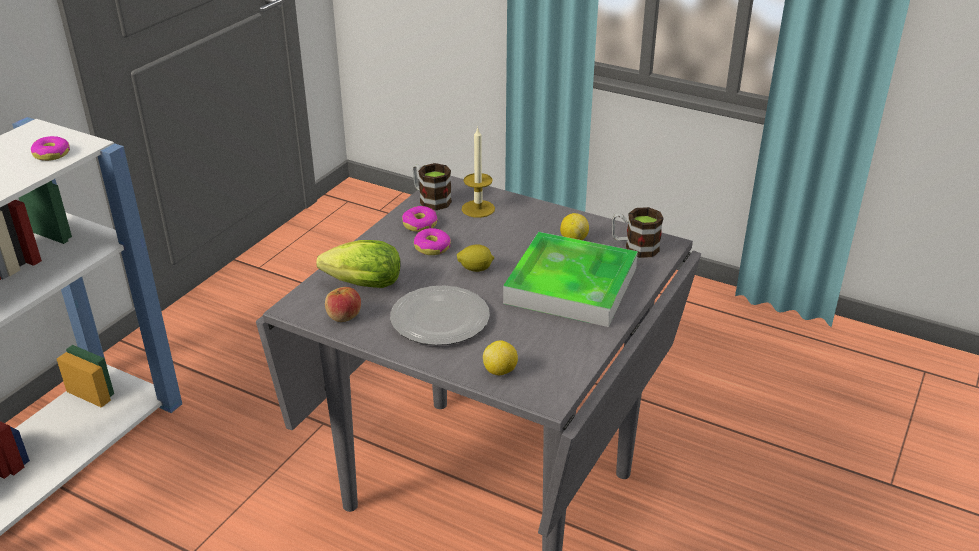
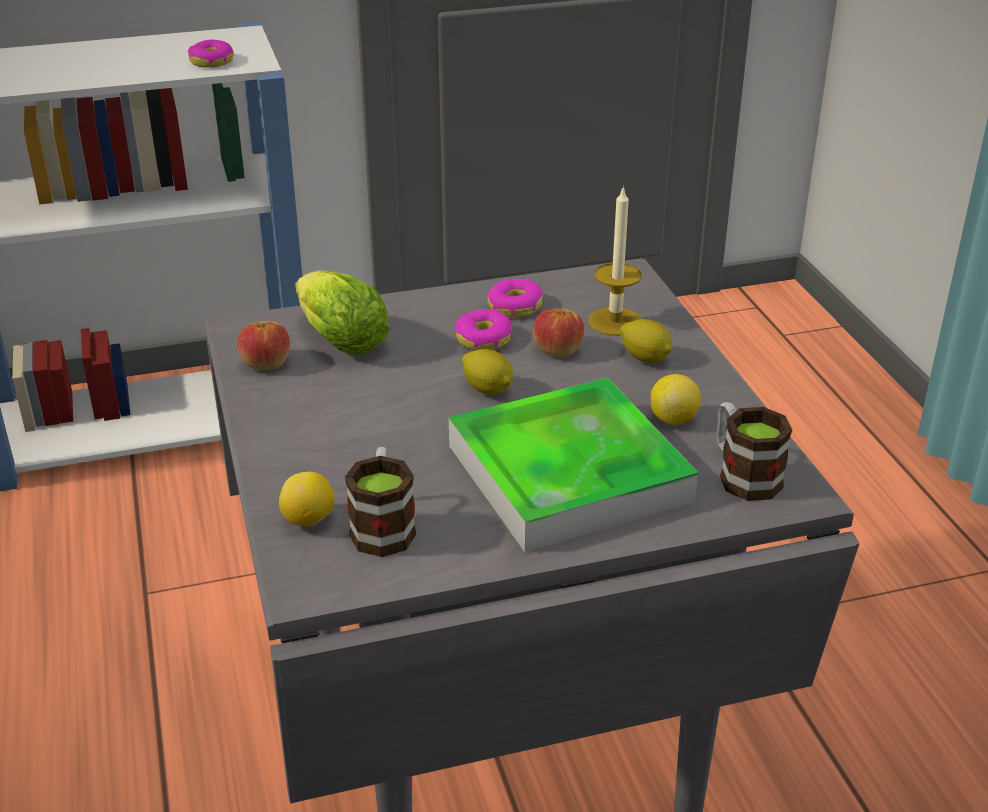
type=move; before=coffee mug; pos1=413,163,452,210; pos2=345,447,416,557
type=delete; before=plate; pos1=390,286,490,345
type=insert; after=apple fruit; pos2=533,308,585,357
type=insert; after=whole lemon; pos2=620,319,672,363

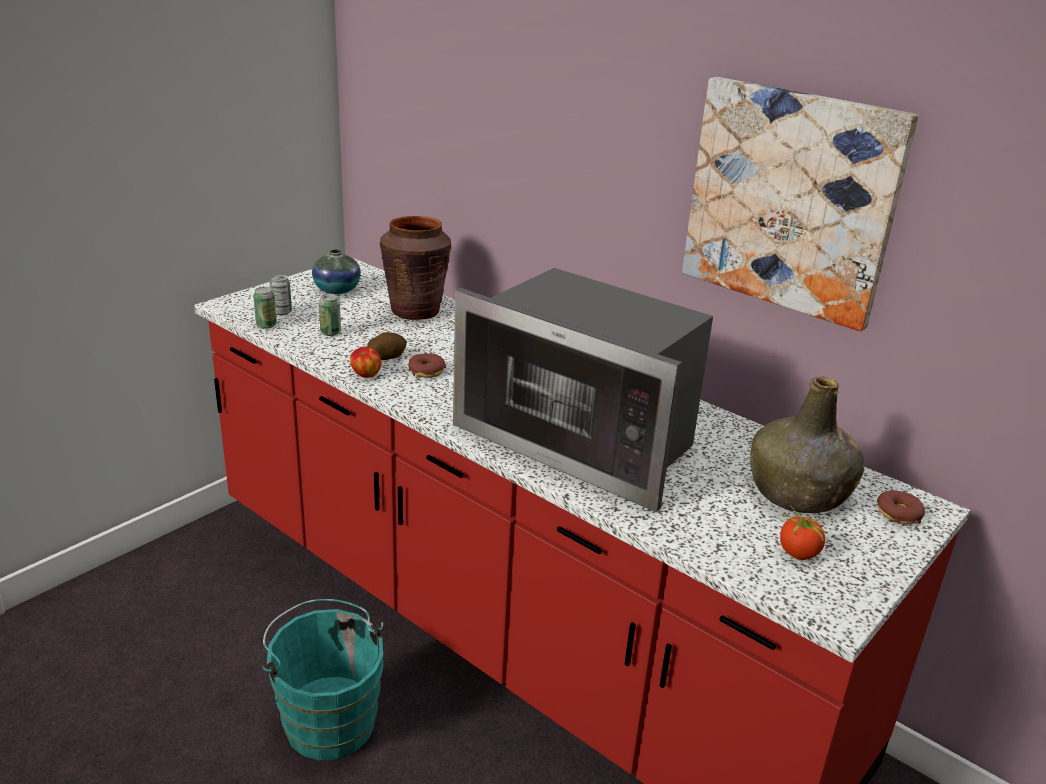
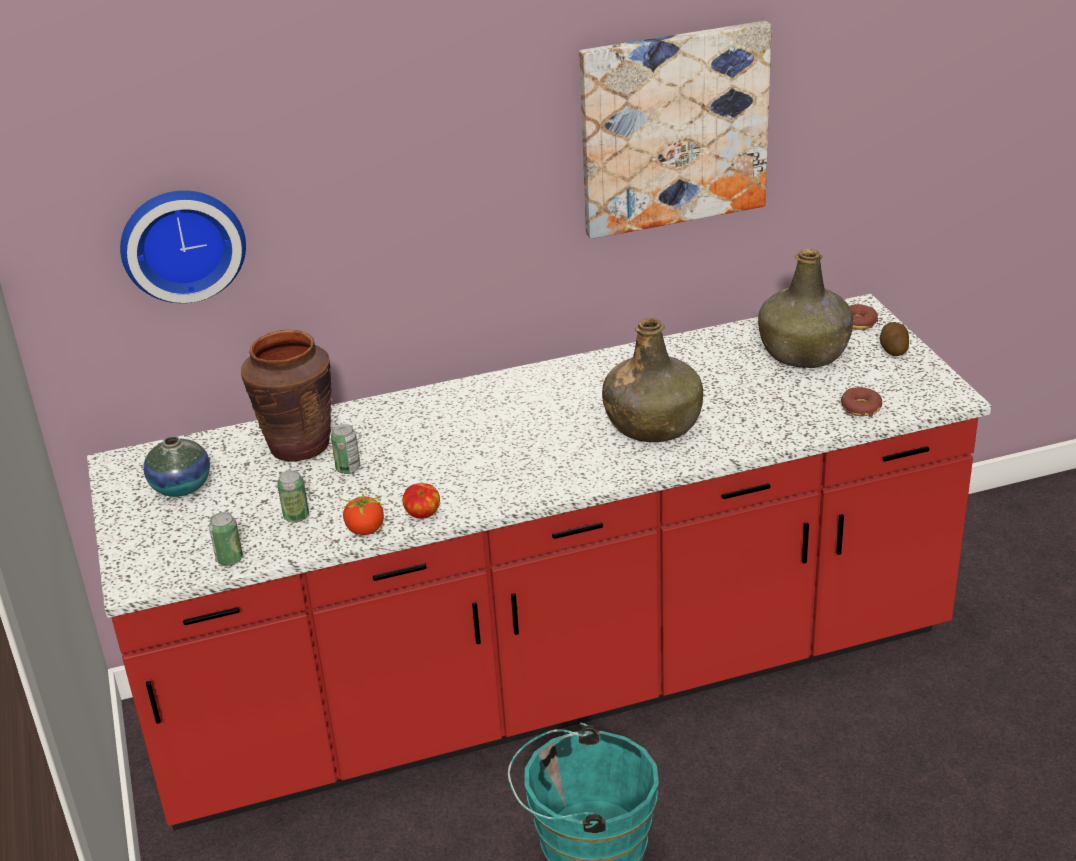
type=replace; before=microwave; after=bottle in greenish; pos1=453,268,713,512; pos2=602,318,703,442
type=move; before=sealed can; pos1=270,275,292,315; pos2=331,424,360,474
type=move; before=whole potato; pos1=367,332,407,360; pos2=880,322,909,356
type=move; before=ring doughnut; pos1=408,353,446,378; pos2=841,387,882,417
type=move; before=tomato; pos1=780,506,828,560; pos2=339,494,384,535
type=insert; after=clock on the wall; pos2=120,190,246,303

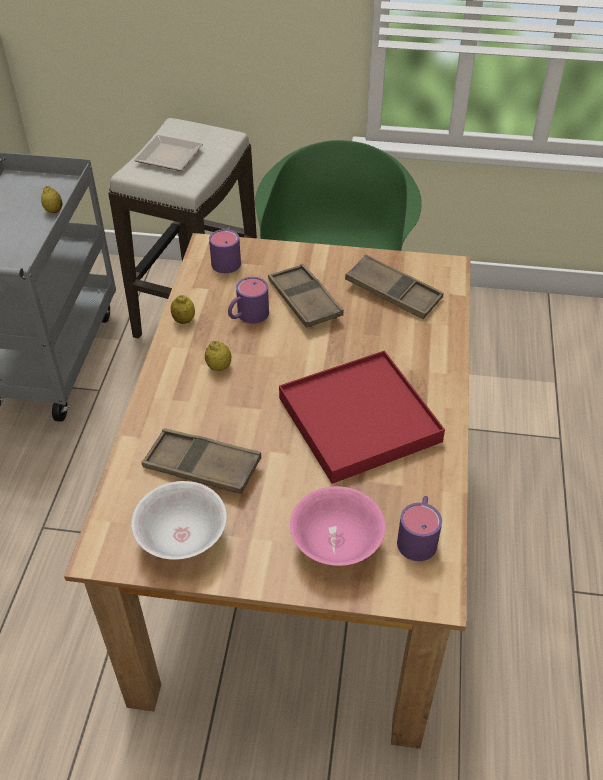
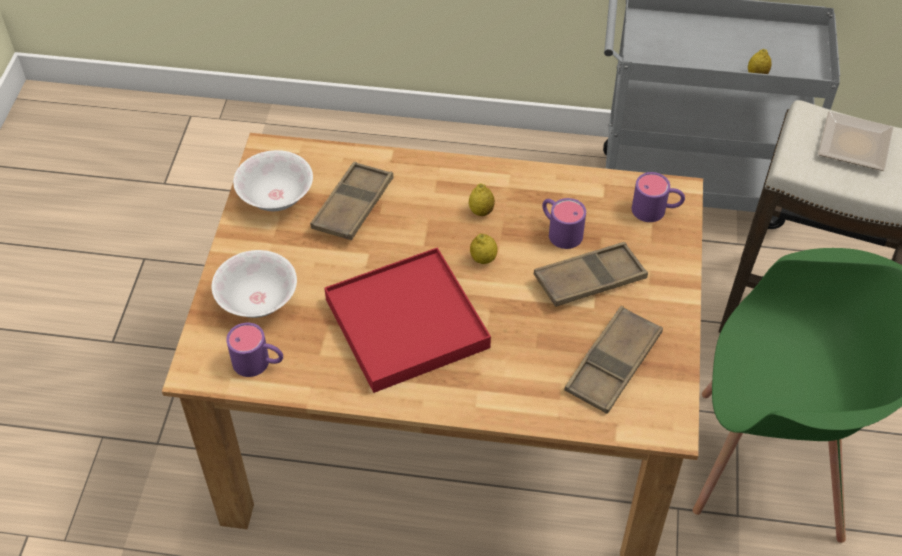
type=move; before=whole lemon; pos1=171,295,195,324; pos2=470,233,498,264
type=recolor; before=serving bowl in pink-coloured; after=serving bowl in white; pos1=290,486,385,566; pos2=212,250,297,318

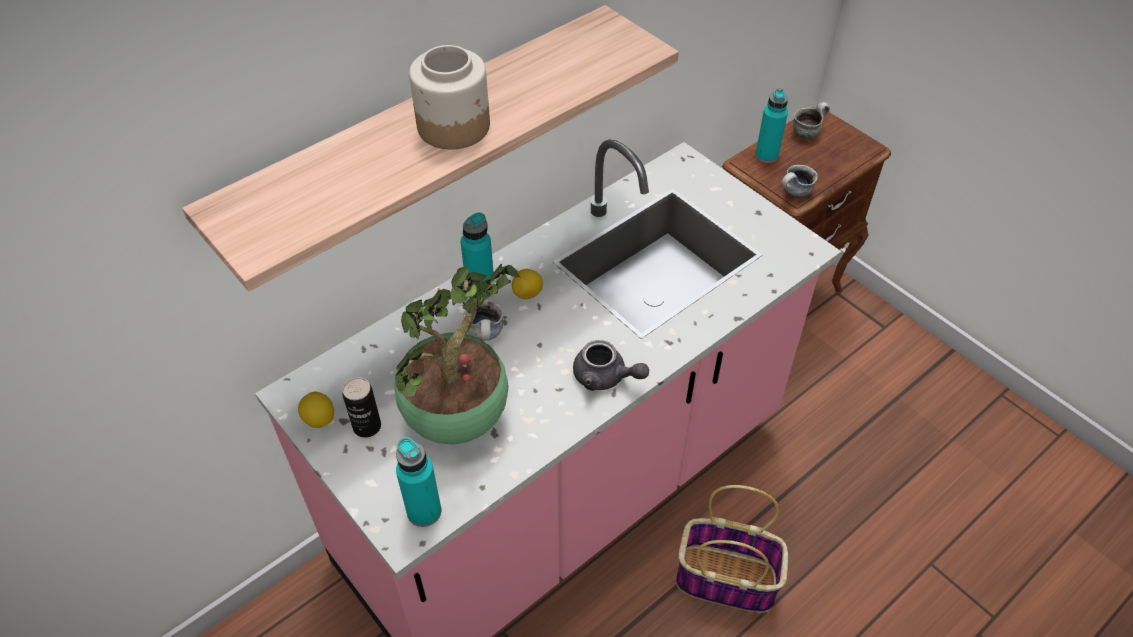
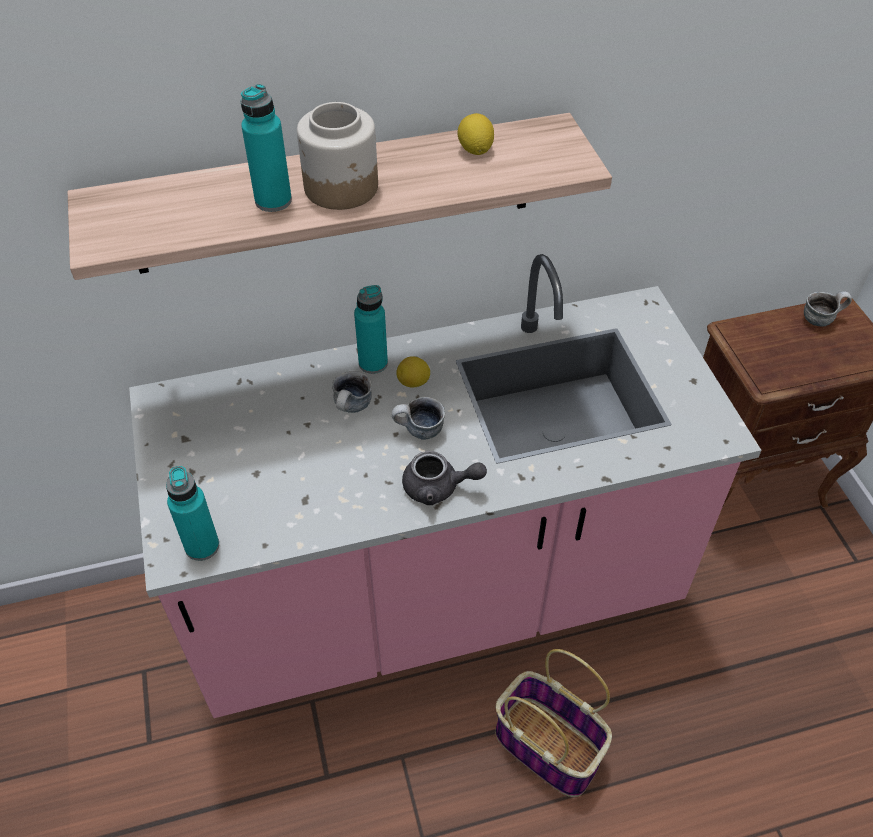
type=move; before=bottle in turquoise; pos1=755,88,788,163; pos2=241,84,292,212
type=move; before=coffee mug; pos1=782,165,817,197; pos2=392,397,445,440
type=delete; before=potted plant; pos1=394,264,520,445
type=rotate; before=pot for tea in greyish; pos1=573,340,649,391; pos2=402,451,487,505; turn=-45
type=delete; before=sealed can; pos1=343,377,381,438
type=move; before=whole lemon; pos1=298,391,334,428; pos2=458,113,494,155

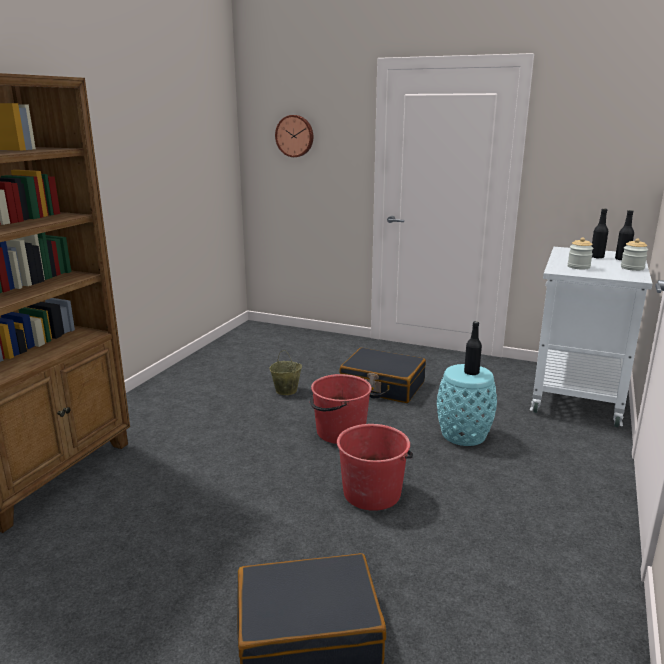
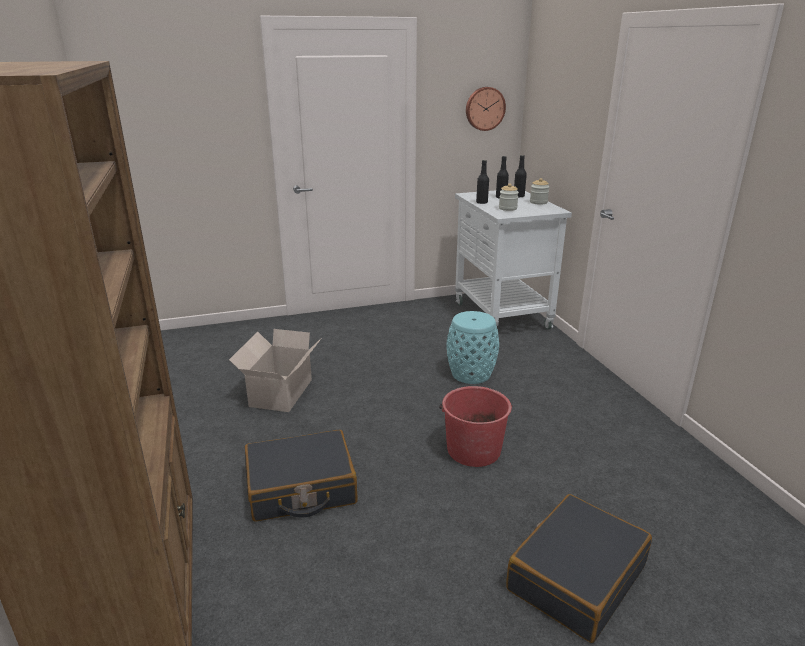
type=move; before=clock on the wall; pos1=275,115,313,157; pos2=466,87,506,131
type=move; before=bottle in black; pos1=464,321,482,375; pos2=476,160,489,204
type=move; before=suitcase in black; pos1=339,347,426,403; pos2=245,430,358,522
type=replace; before=pail in beige-coloured; after=packing box; pos1=270,350,302,395; pos2=229,329,322,412
type=delete; before=pail in red; pos1=310,374,372,444

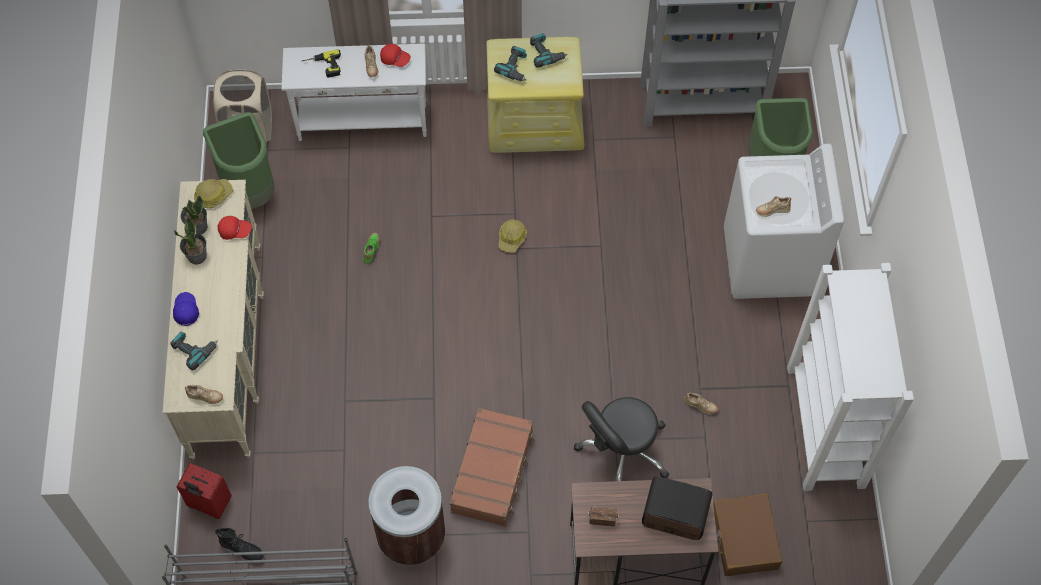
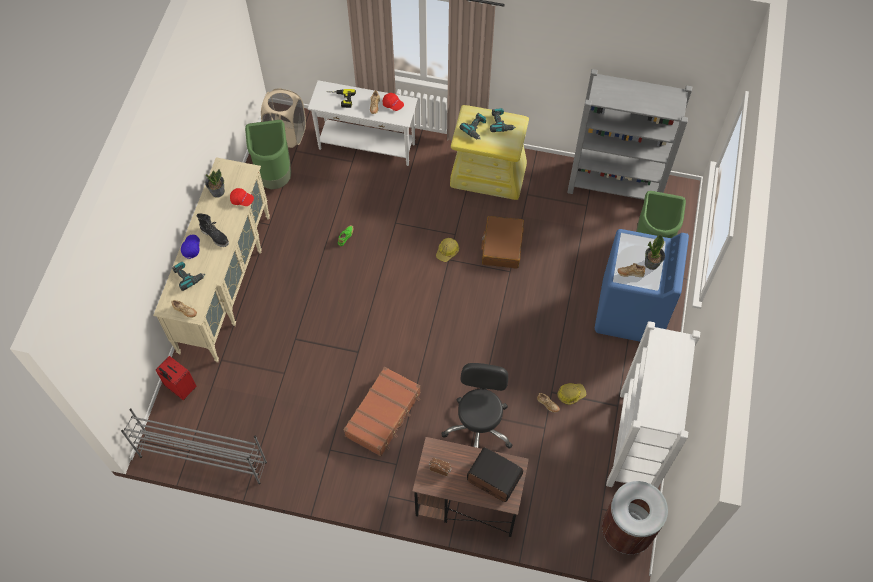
type=recolor; before=laundry appliance in white; after=laundry appliance in blue-coloured; pos1=724,144,844,299; pos2=595,229,689,342
type=move; before=safety helmet; pos1=194,179,233,208; pos2=557,383,586,405
type=move; before=potted plant; pos1=174,217,207,264; pos2=645,234,665,270
type=rotate; before=office chair in black; pos1=574,397,669,481; pos2=442,363,513,449; turn=120
type=move; before=trash can in brown; pos1=369,466,445,565; pos2=602,481,668,554
type=move; before=suitcase in brown; pos1=713,494,782,576; pos2=481,216,524,269
type=move; before=high-top boot in black; pos1=215,528,265,564; pos2=197,213,229,247

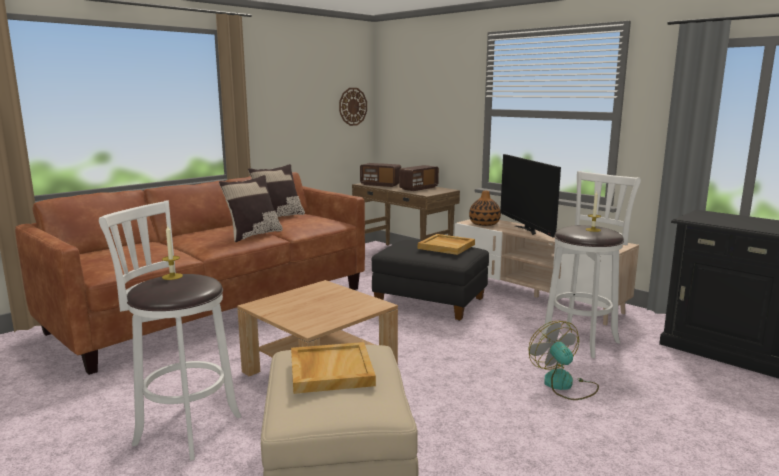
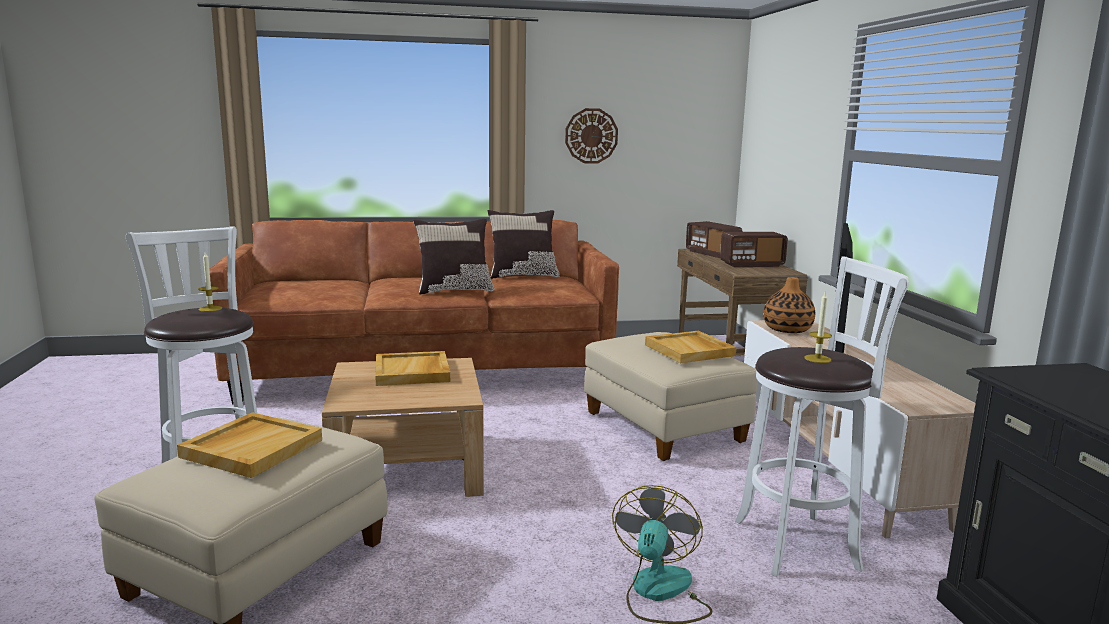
type=move; before=clock on the wall; pos1=339,88,367,126; pos2=565,108,618,163
type=recolor; before=pouffe in black; after=pouffe in beige-coloured; pos1=372,240,489,321; pos2=584,332,758,461
type=insert; after=tray in beige-coloured; pos2=375,351,450,386

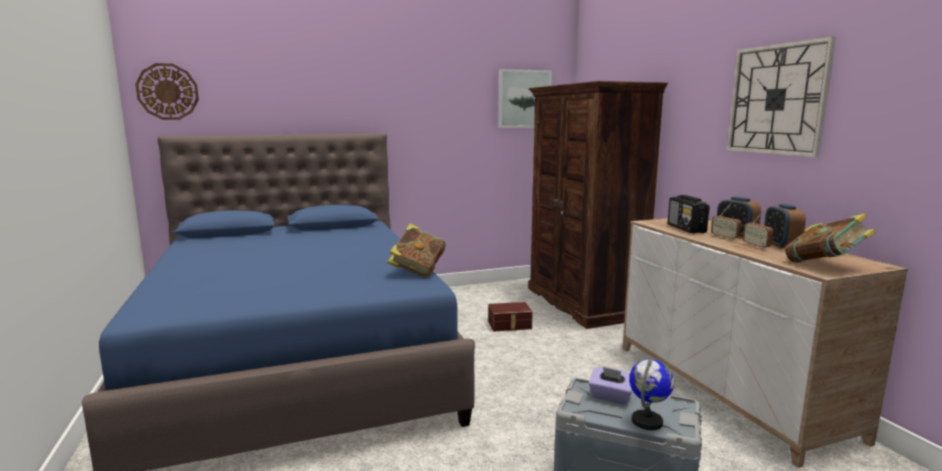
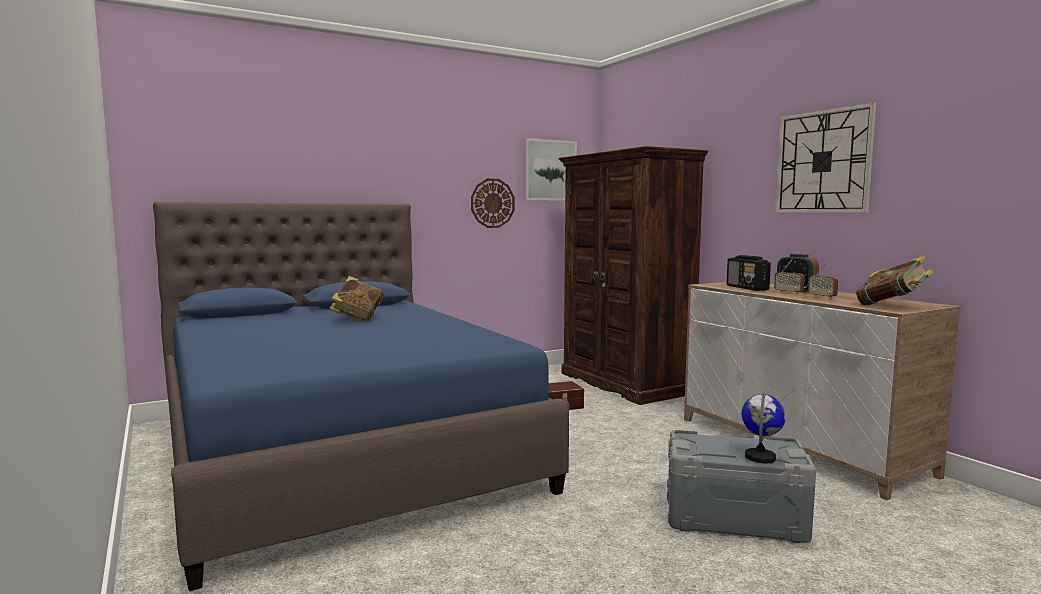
type=move; before=clock on the wall; pos1=135,63,199,120; pos2=471,178,515,228
type=delete; before=table clock; pos1=764,204,806,248
type=move; before=bound book; pos1=387,224,445,278; pos2=329,276,383,322
type=delete; before=tissue holder in purplish; pos1=589,367,632,405

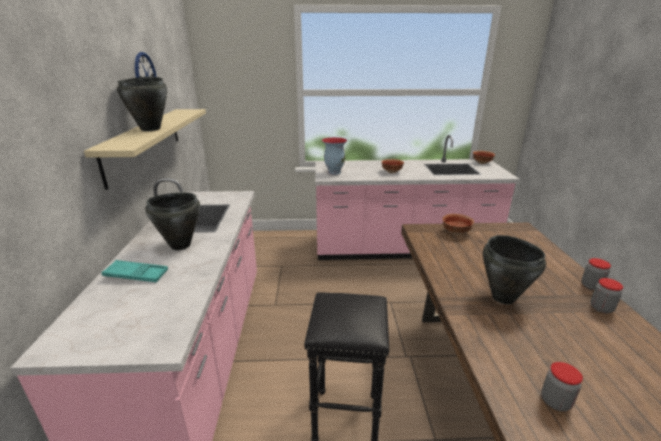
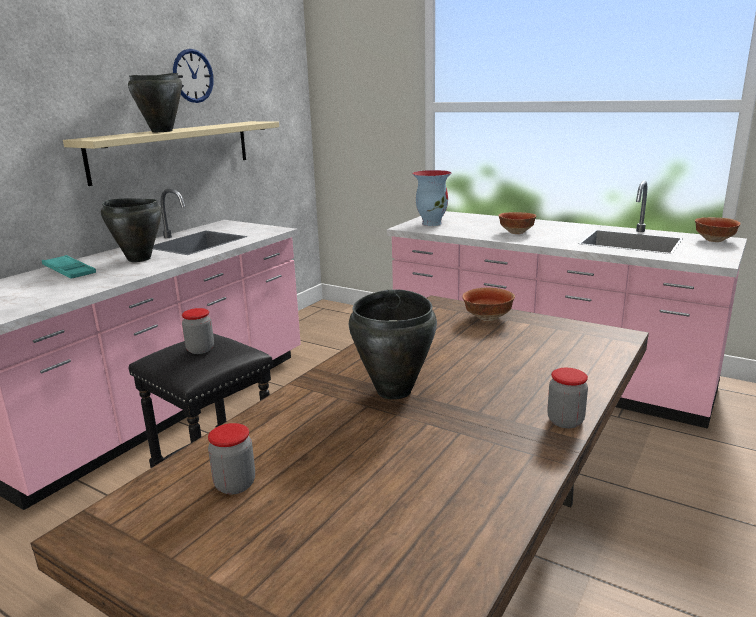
type=move; before=jar; pos1=591,278,623,313; pos2=182,308,214,354

